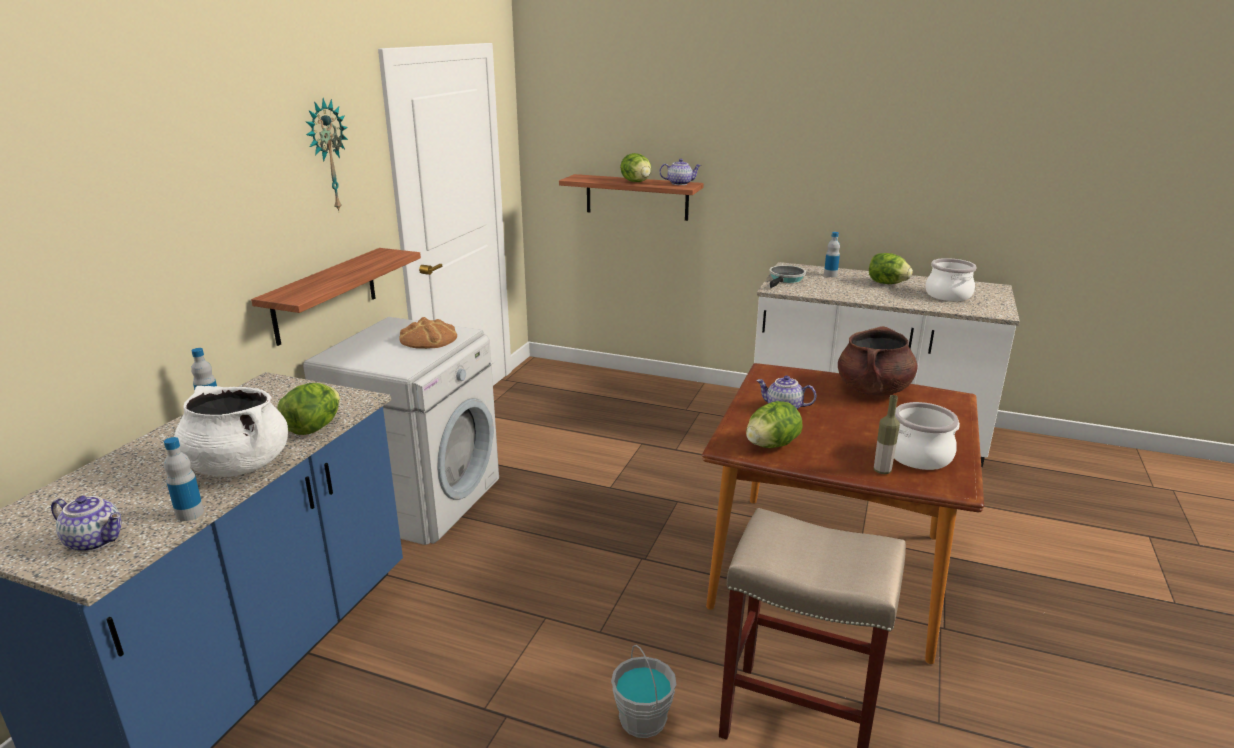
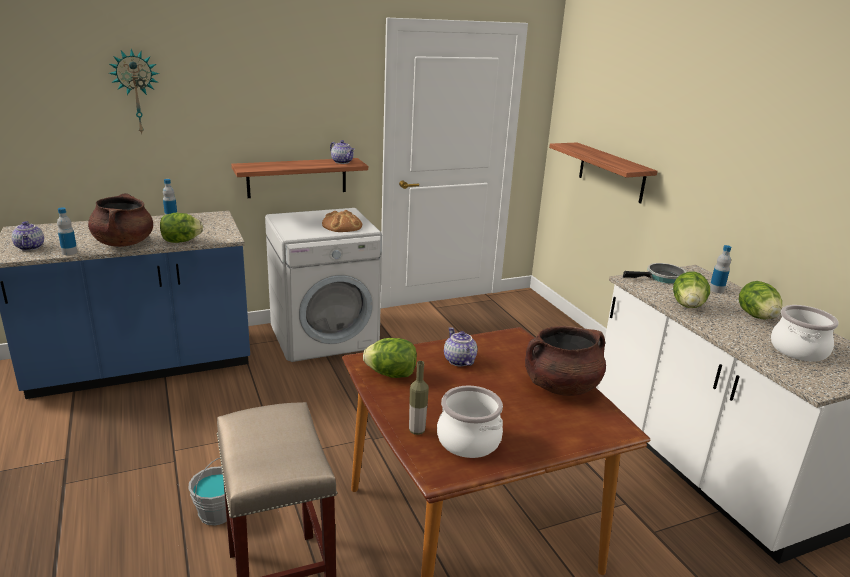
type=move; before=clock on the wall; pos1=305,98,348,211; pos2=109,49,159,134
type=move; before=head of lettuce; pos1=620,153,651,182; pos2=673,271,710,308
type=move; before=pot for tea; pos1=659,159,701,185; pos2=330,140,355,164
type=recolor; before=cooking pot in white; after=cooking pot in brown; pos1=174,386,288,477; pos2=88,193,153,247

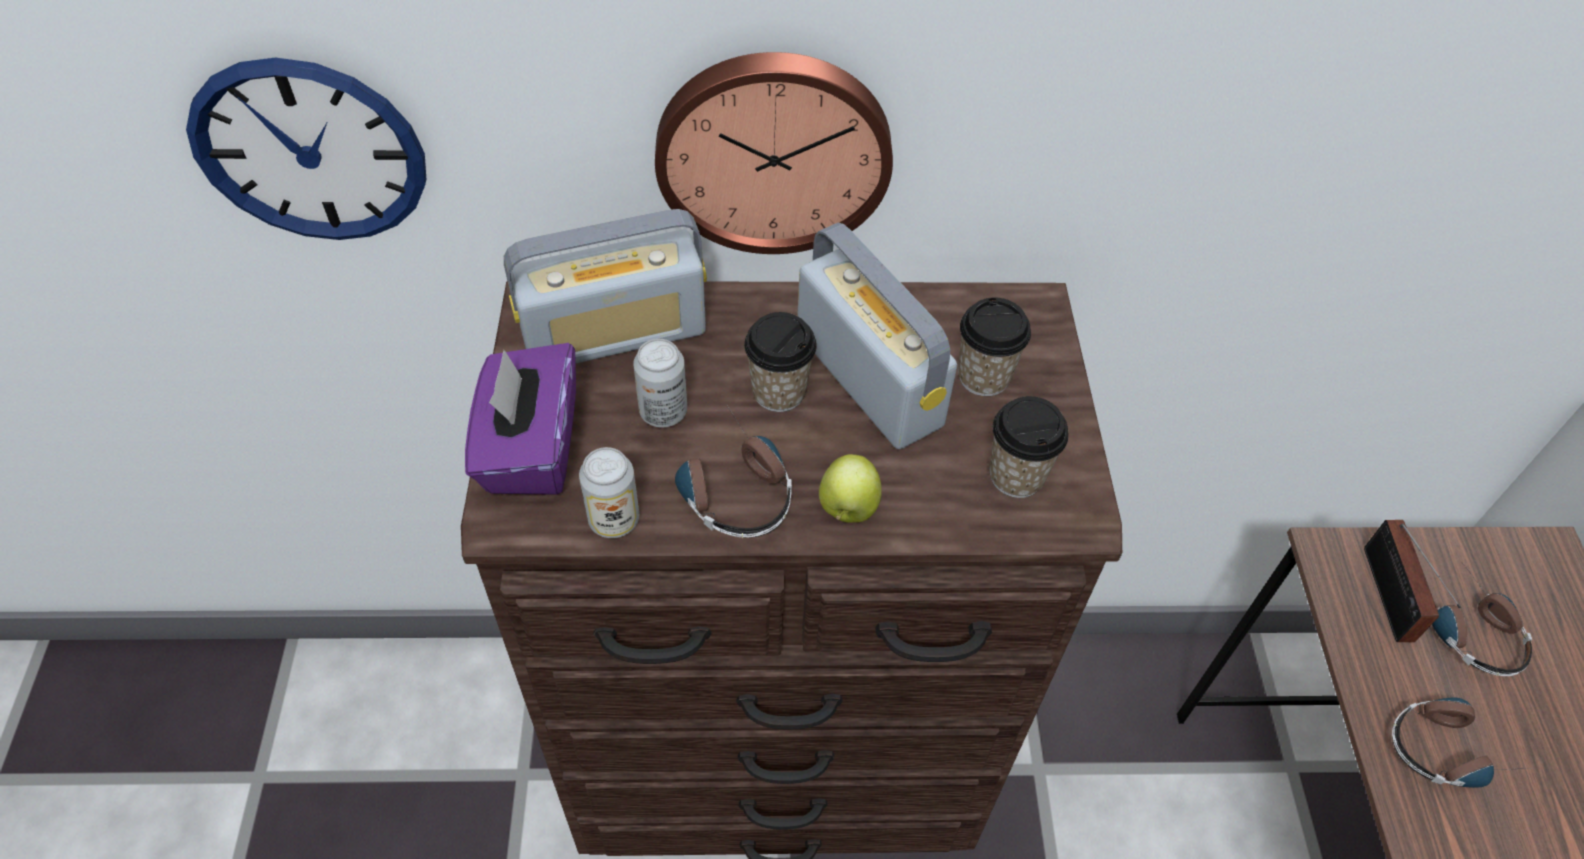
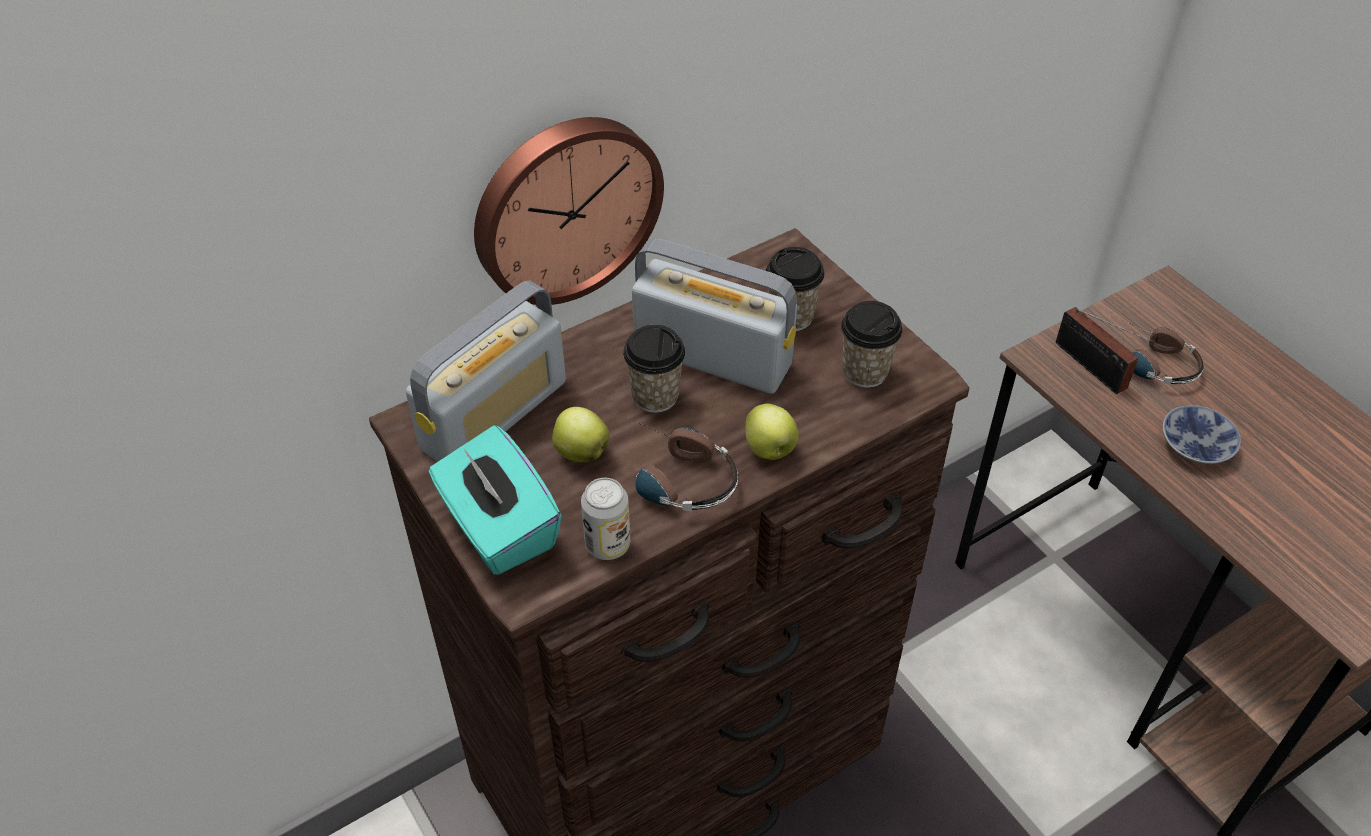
type=delete; before=clock on the wall; pos1=186,57,427,240
type=replace; before=sealed can; after=apple fruit; pos1=633,339,687,428; pos2=552,407,610,462
type=recolor; before=tissue holder in purplish; after=tissue holder in turquoise; pos1=465,343,576,495; pos2=429,425,562,575
type=replace; before=pair of headphones; after=serving bowl; pos1=1392,698,1527,788; pos2=1162,405,1241,464

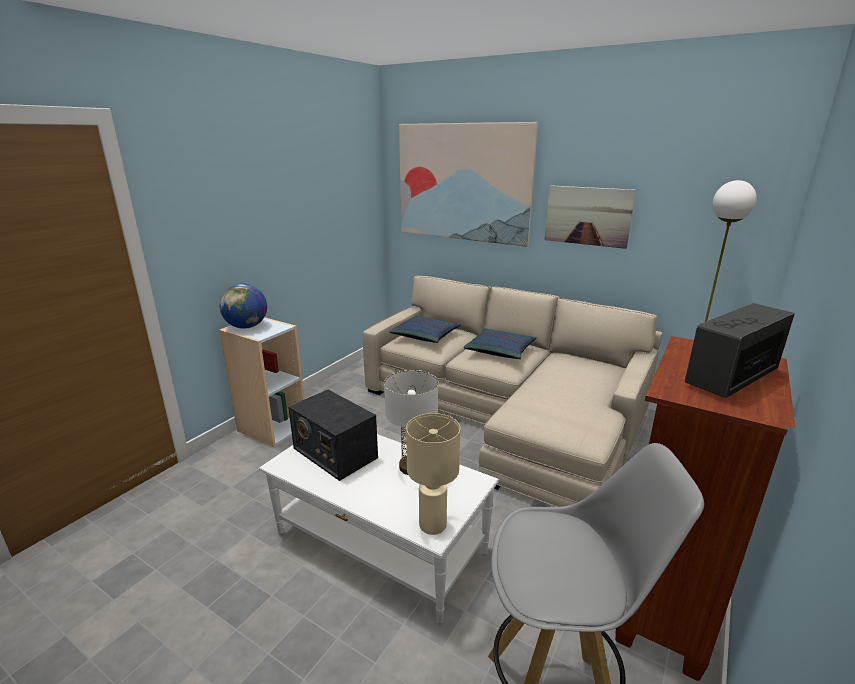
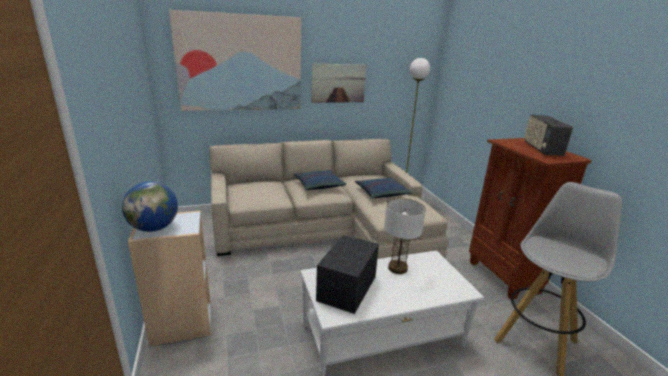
type=move; before=pillow in blue-coloured; pos1=389,315,461,343; pos2=355,178,412,198
type=rotate; before=radio; pos1=288,390,378,481; pos2=316,235,379,314; turn=120
type=delete; before=lamp for a table in beige-coloured; pos1=406,413,460,535

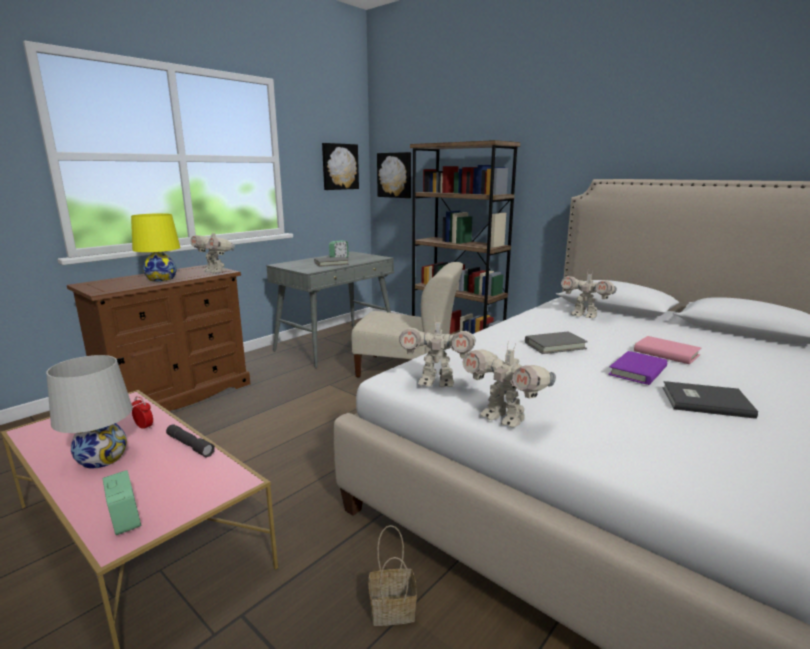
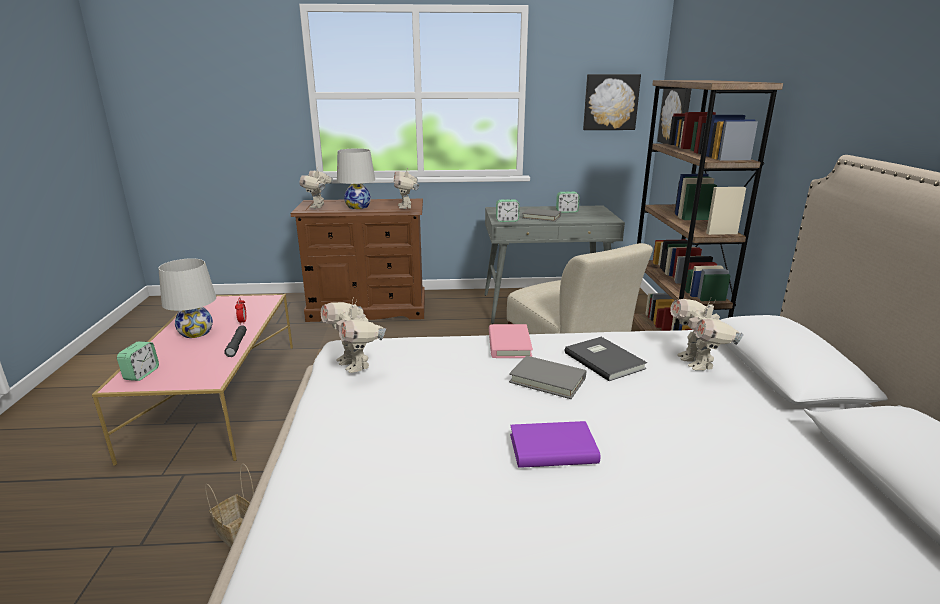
type=recolor; before=lamp for a table in yellow-coloured; after=lamp for a table in white; pos1=131,213,181,281; pos2=337,148,375,209
type=move; before=bound book in pink-coloured; pos1=634,336,701,364; pos2=489,324,533,358
type=move; before=model robot; pos1=462,341,556,427; pos2=299,169,333,208
type=move; before=bound book in greyish; pos1=663,381,758,419; pos2=565,337,647,381
type=insert; after=table clock; pos2=496,199,519,222

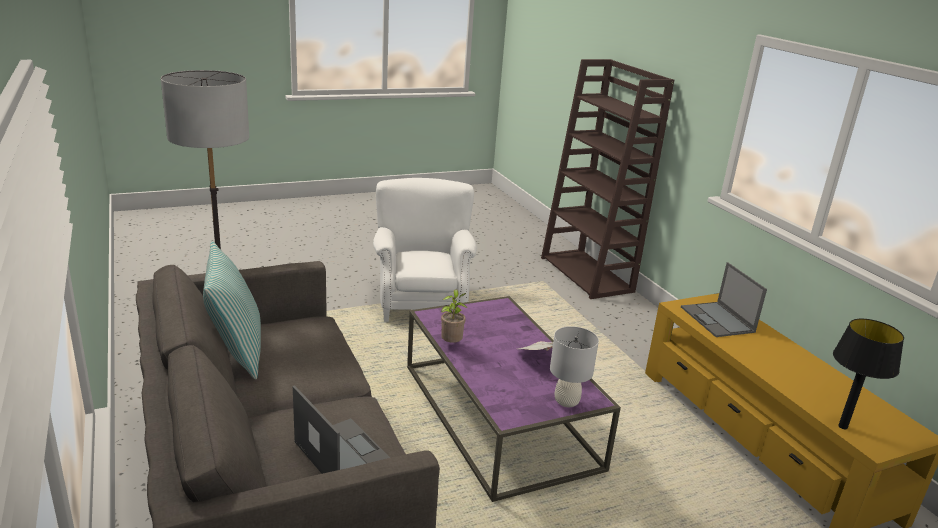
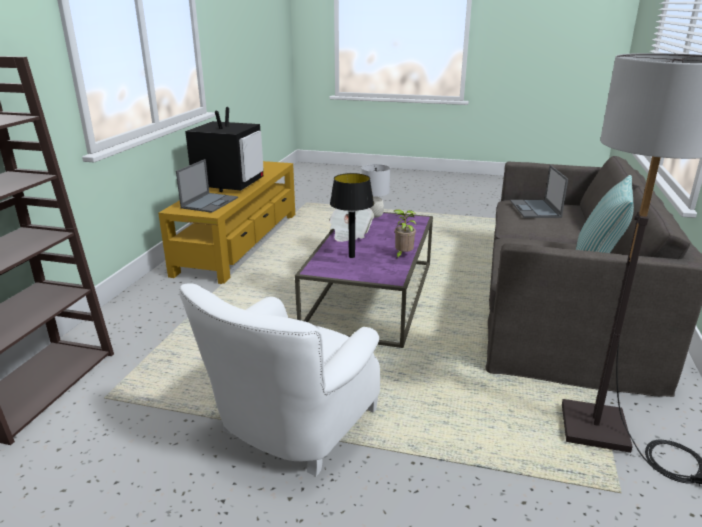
type=move; before=lamp for a table in black; pos1=833,319,904,429; pos2=330,173,374,258
type=insert; after=television; pos2=185,107,264,192

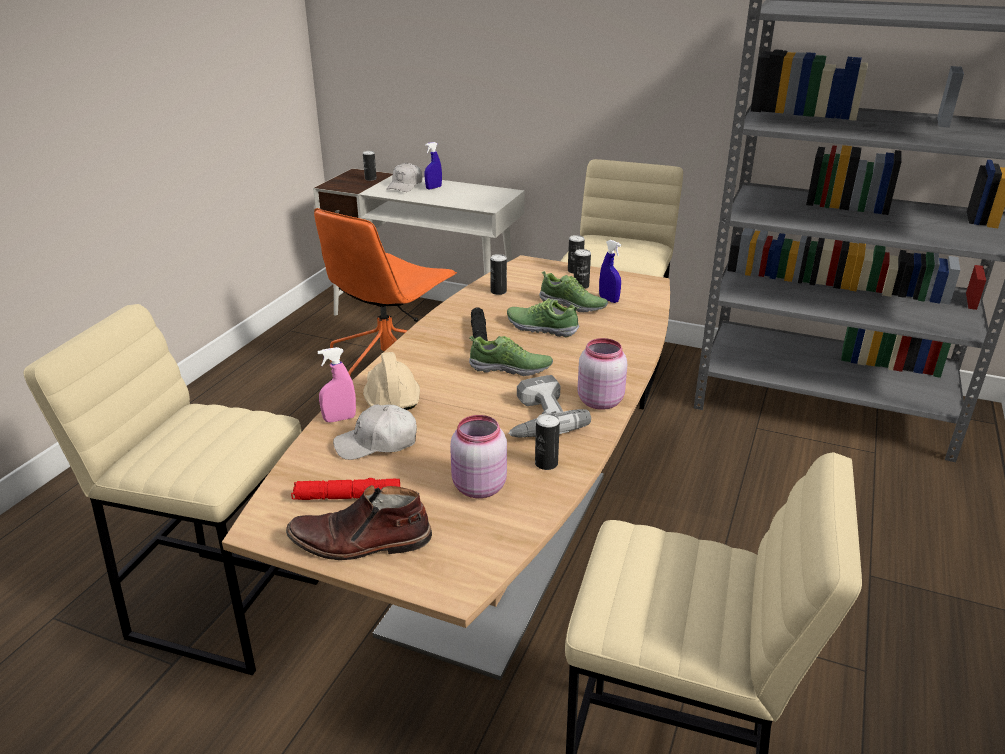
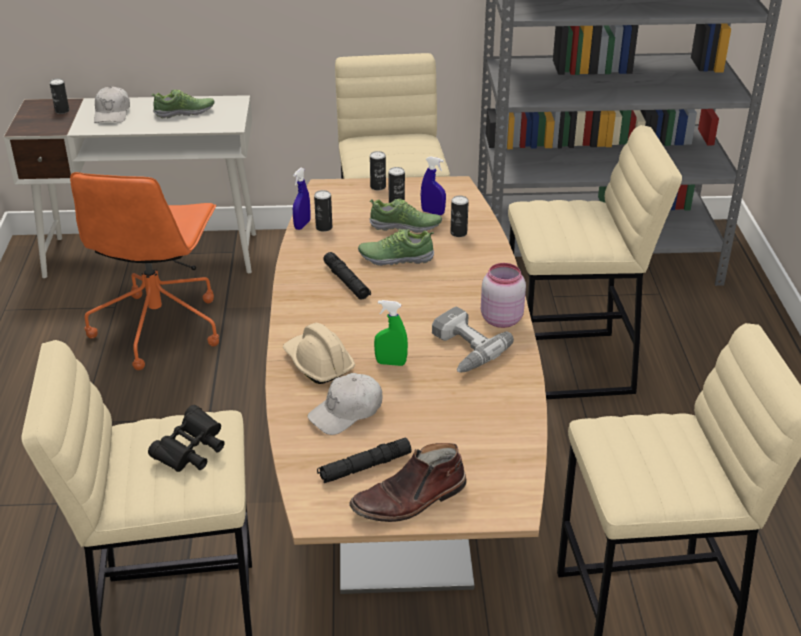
type=move; before=sprayer in blue-coloured; pos1=425,142,442,189; pos2=293,168,311,230
type=move; before=item of footwear; pos1=469,336,553,376; pos2=152,89,215,118
type=delete; before=sprayer in pink-coloured; pos1=318,347,356,422
type=move; before=sealed can; pos1=535,413,560,470; pos2=450,195,469,237
type=delete; before=jar in pink-coloured; pos1=450,415,507,498
type=recolor; before=torch in red; after=torch in black; pos1=291,478,400,500; pos2=317,438,412,483
type=insert; after=sitting stool in beige-coloured; pos2=508,125,682,399
type=insert; after=sprayer in greenish; pos2=374,300,408,366
type=insert; after=binoculars in black; pos2=148,405,225,472

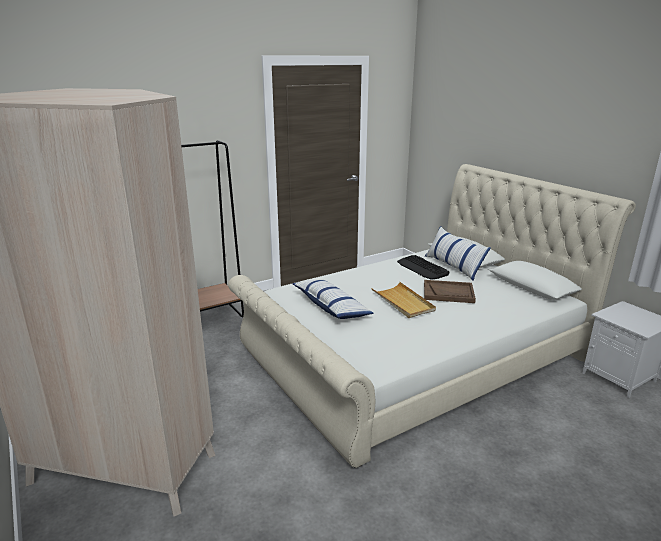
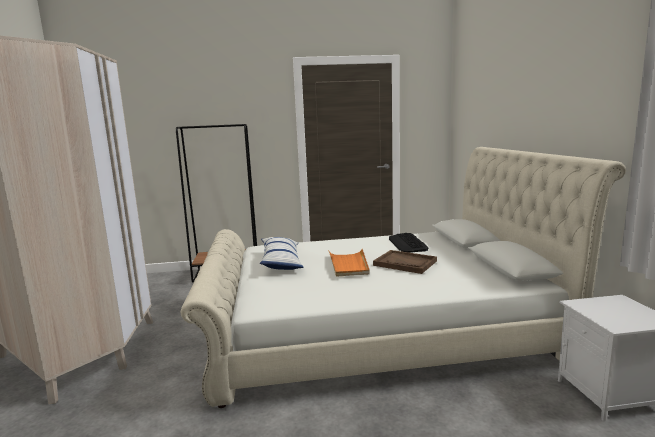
type=delete; before=pillow; pos1=425,226,491,281
type=recolor; before=tray in beige-coloured; after=tray in orangey; pos1=371,282,436,318; pos2=328,249,370,277

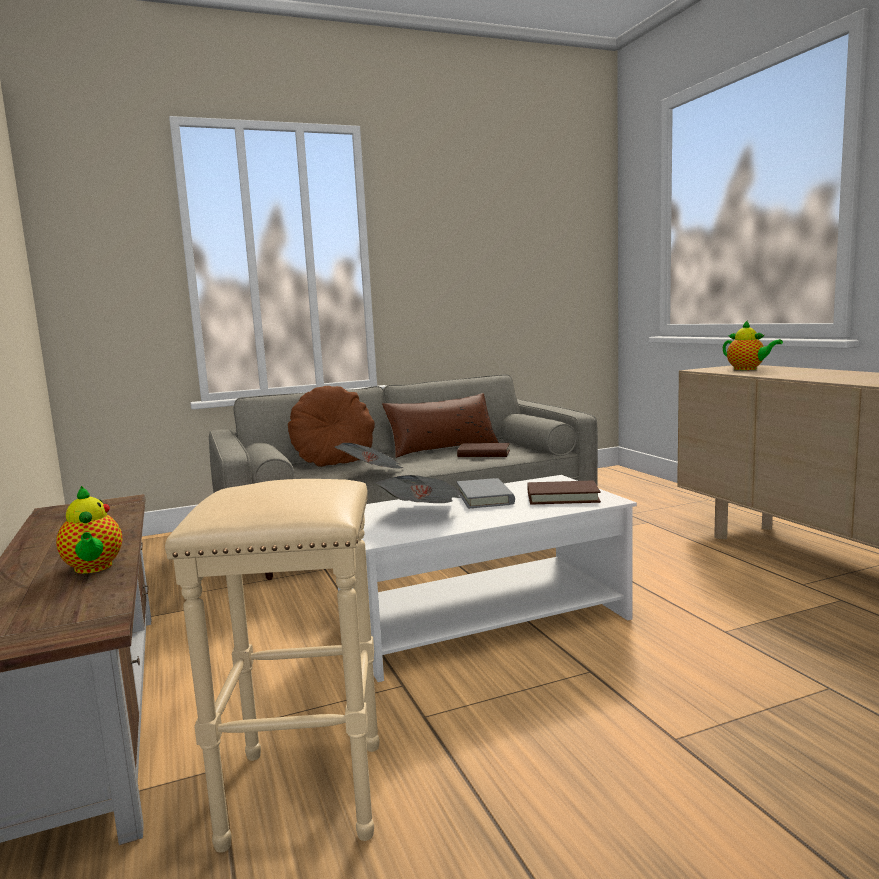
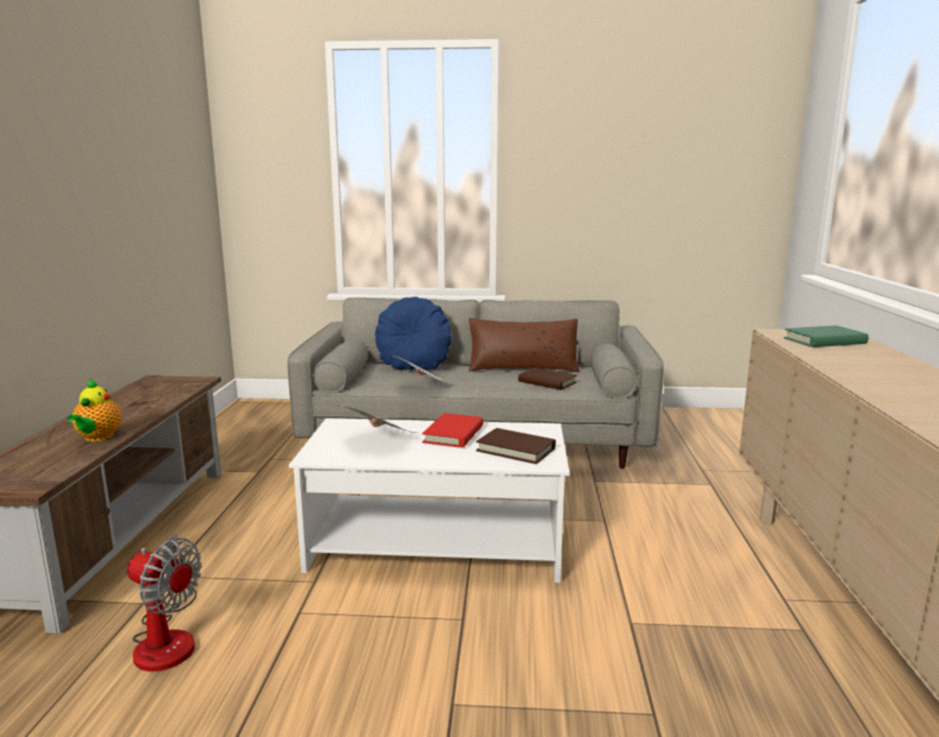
type=replace; before=pot for tea; after=bound book in greenish; pos1=723,320,783,370; pos2=784,325,869,347
type=recolor; before=pillow in brown; after=pillow in blue-coloured; pos1=288,386,375,467; pos2=375,297,452,370
type=recolor; before=bound book in greyish; after=bound book in red; pos1=457,478,515,509; pos2=422,413,483,448
type=replace; before=sitting stool in beige-coloured; after=electric fan; pos1=165,479,379,852; pos2=127,534,202,672

